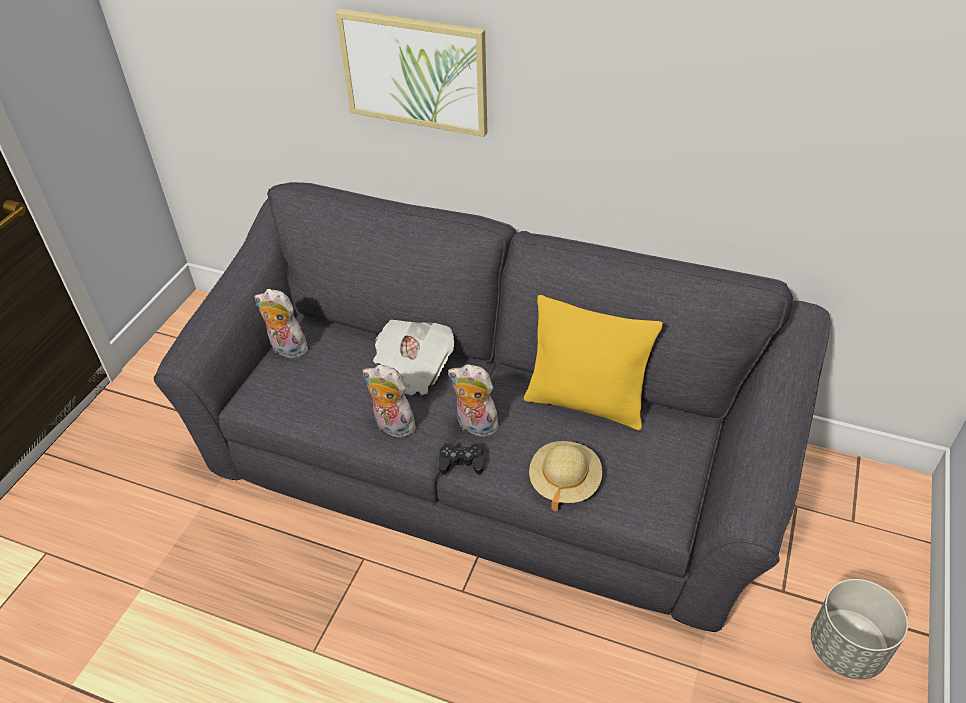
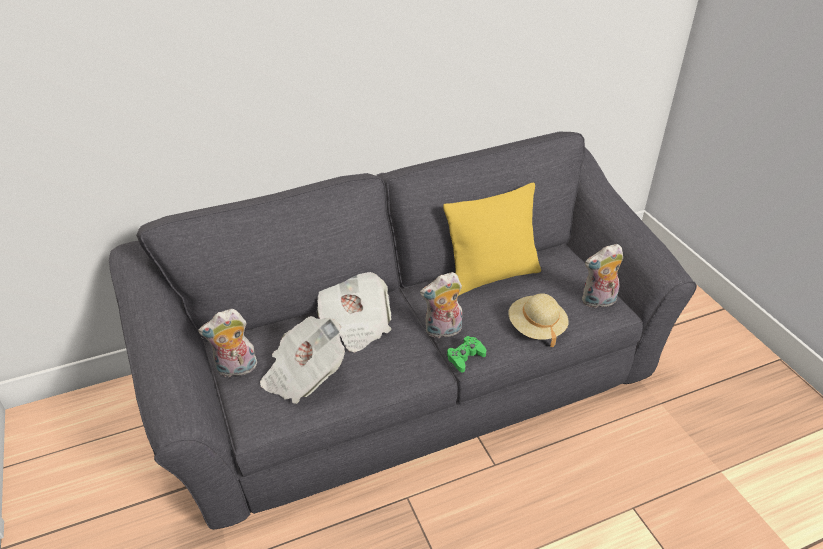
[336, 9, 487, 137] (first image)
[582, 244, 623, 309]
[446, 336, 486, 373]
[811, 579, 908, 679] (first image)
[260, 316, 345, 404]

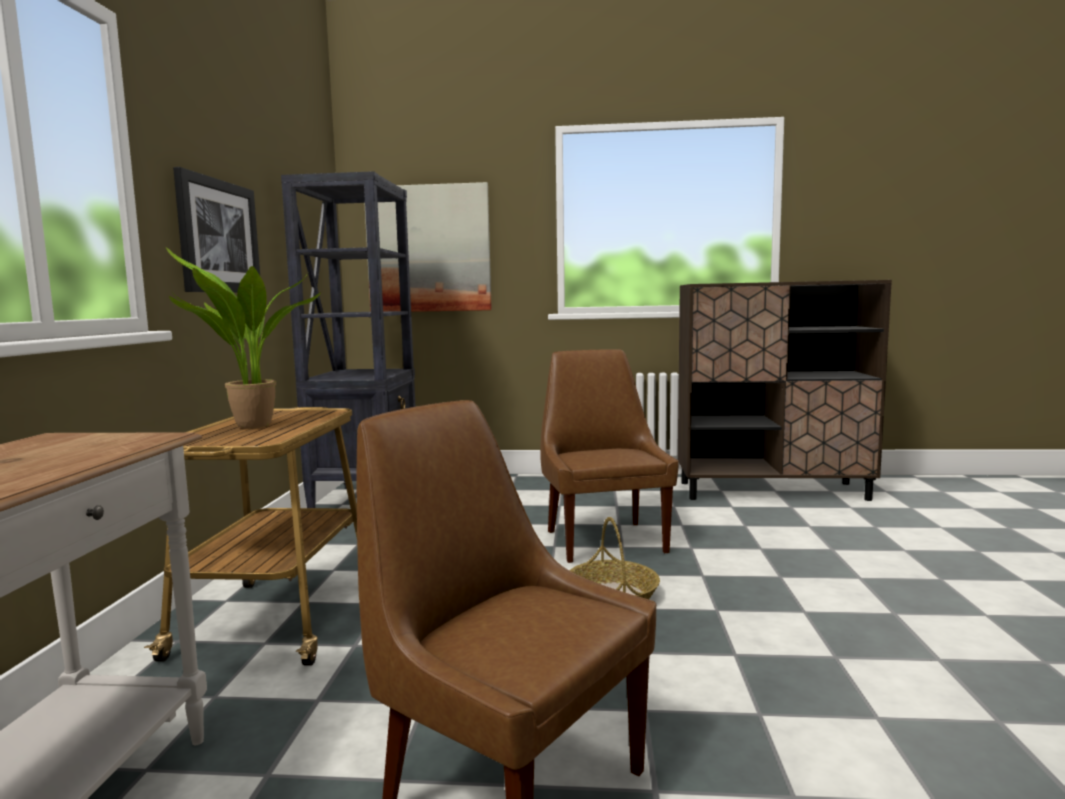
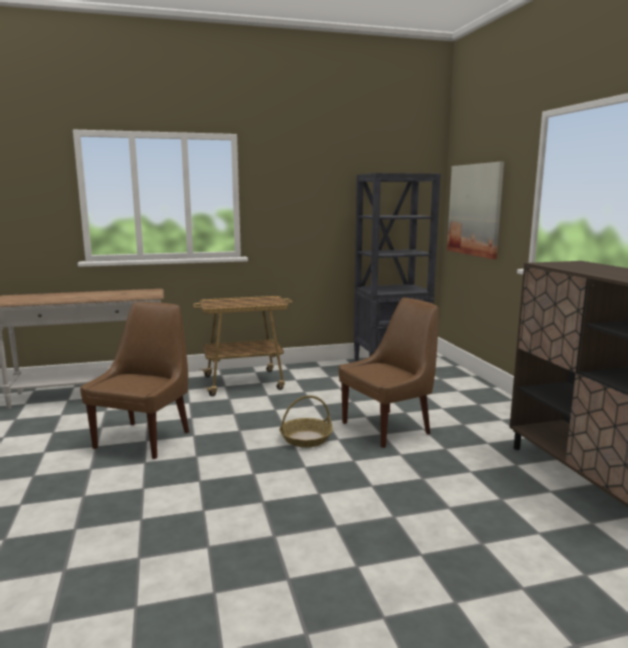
[173, 167, 260, 293] (first image)
[166, 247, 321, 428] (first image)

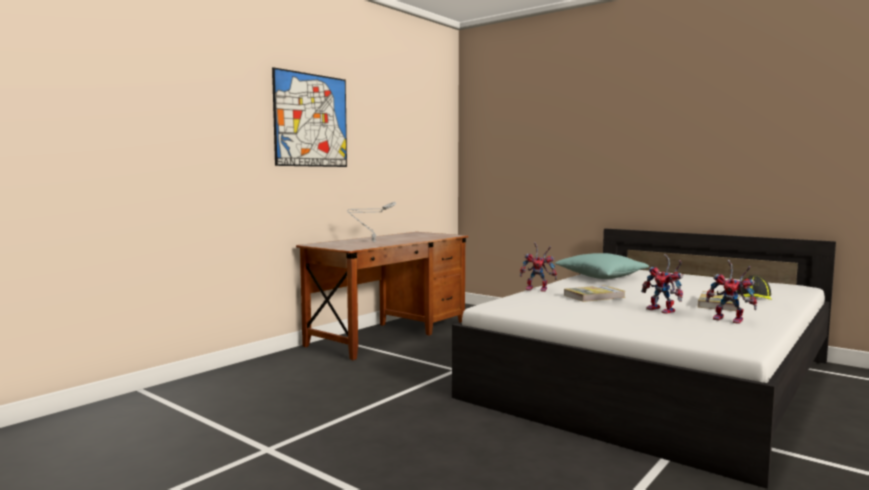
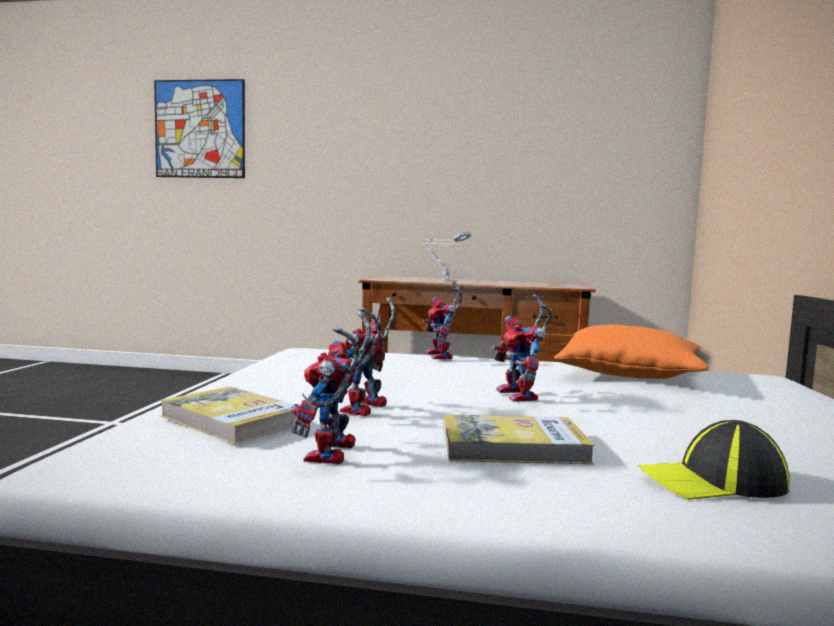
[154, 79, 245, 178]
[554, 324, 708, 379]
[161, 387, 298, 445]
[492, 294, 552, 402]

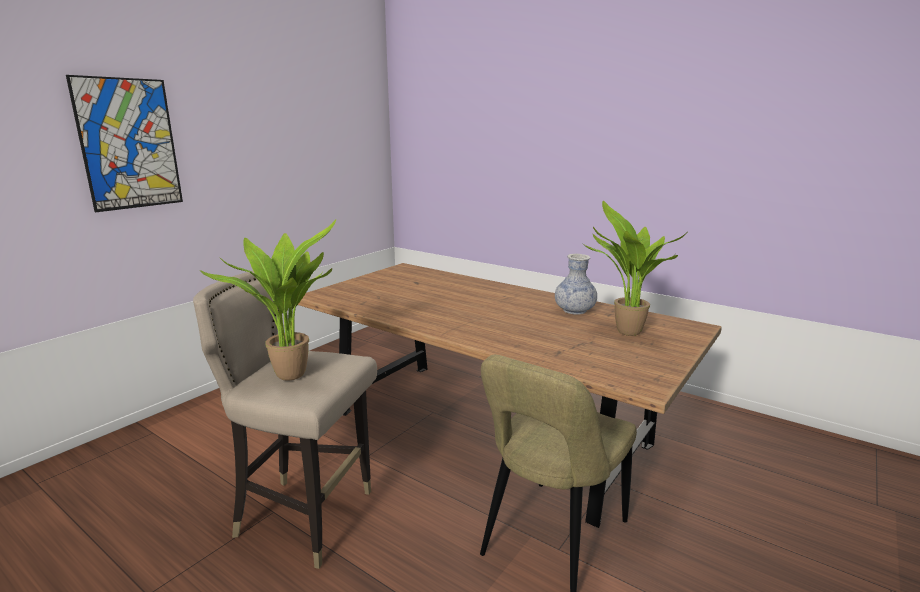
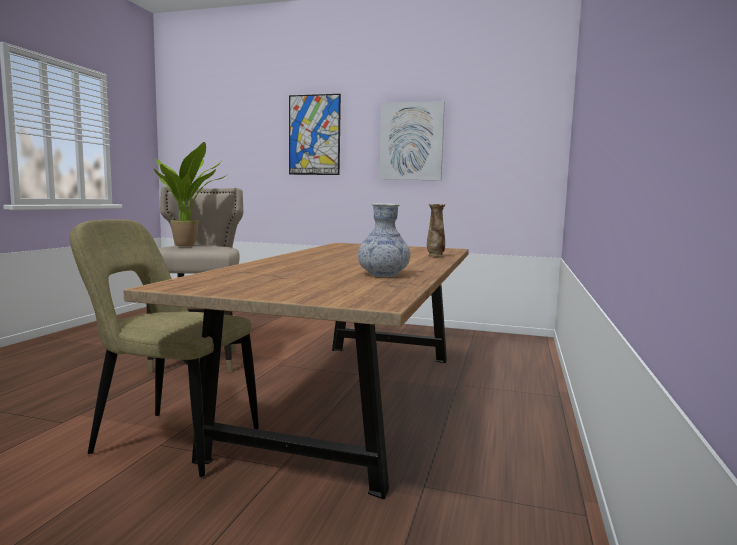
[581, 201, 687, 336] (first image)
[379, 101, 445, 180]
[427, 204, 446, 257]

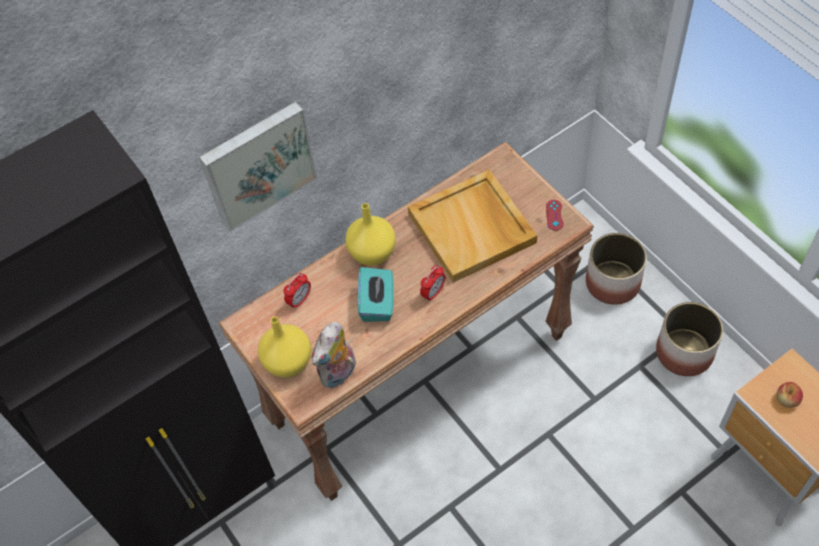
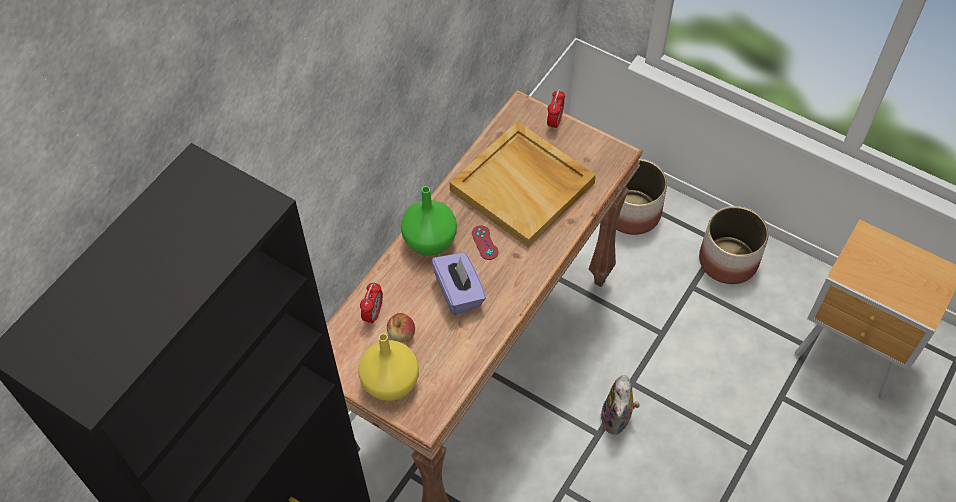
[199, 102, 318, 232] (first image)
[472, 225, 498, 260]
[401, 186, 457, 256]
[547, 89, 565, 130]
[431, 252, 486, 315]
[600, 375, 640, 435]
[387, 313, 415, 343]

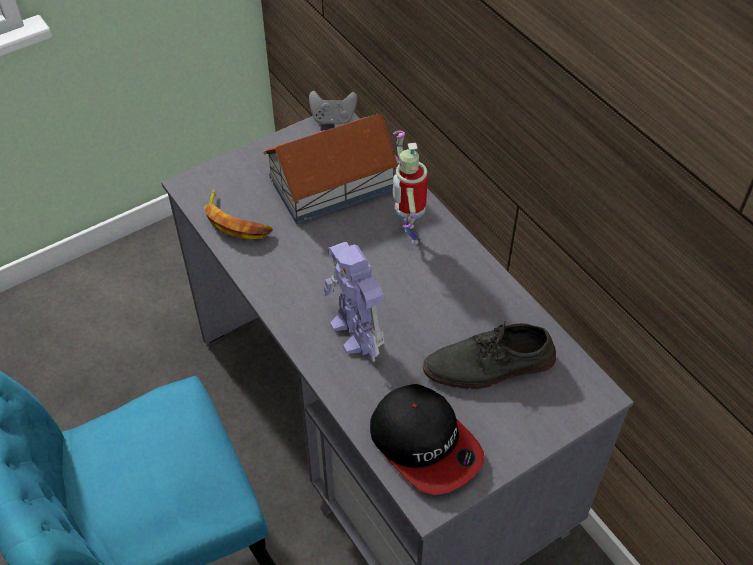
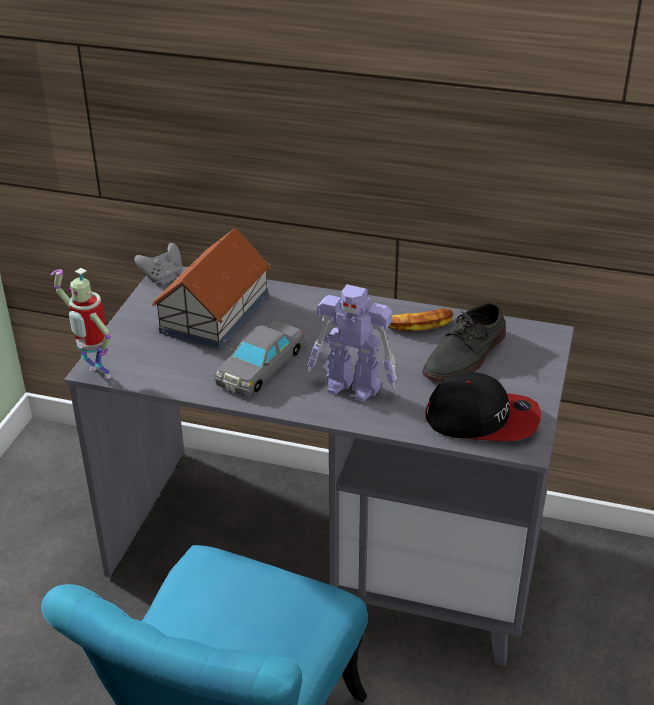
[51, 268, 111, 379]
[388, 308, 454, 331]
[214, 320, 306, 396]

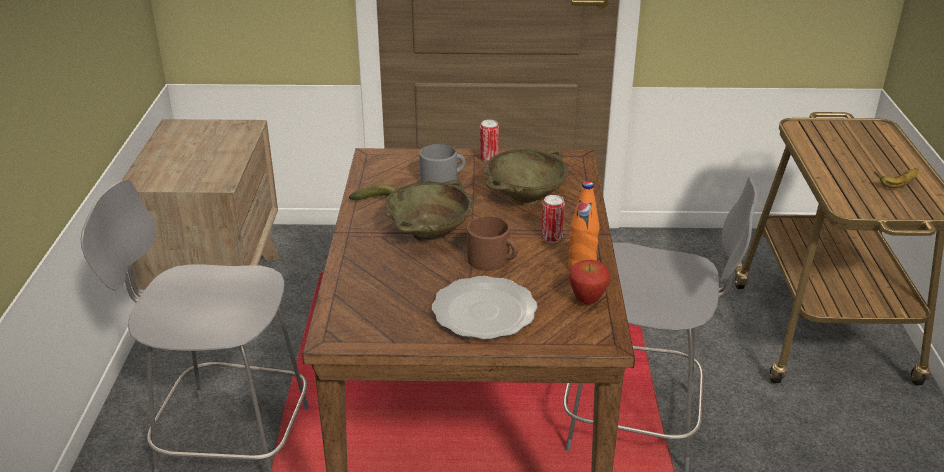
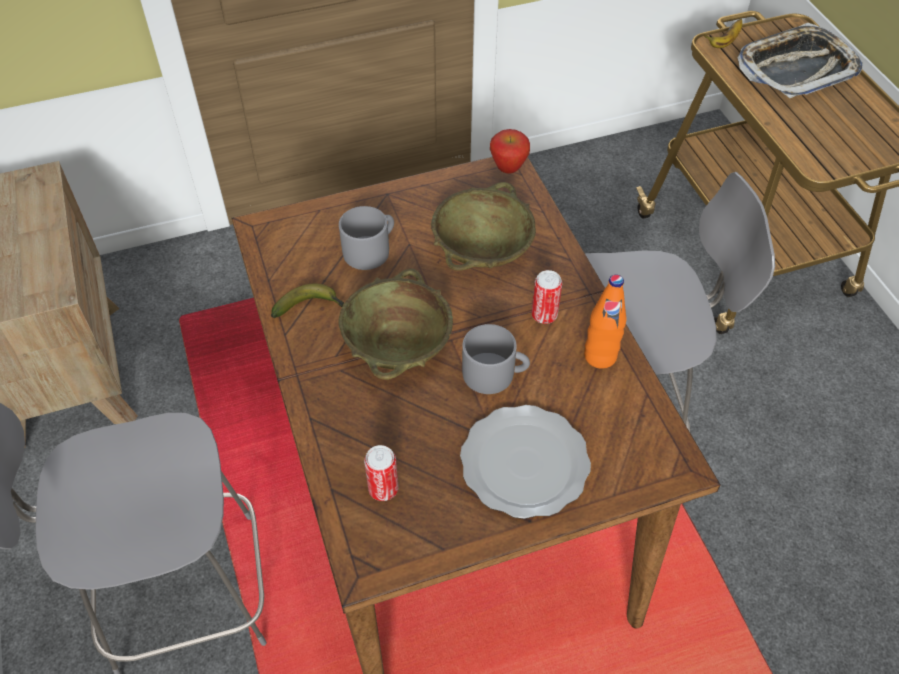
[364, 445, 398, 501]
[704, 19, 743, 48]
[462, 324, 530, 394]
[490, 129, 530, 174]
[737, 23, 863, 98]

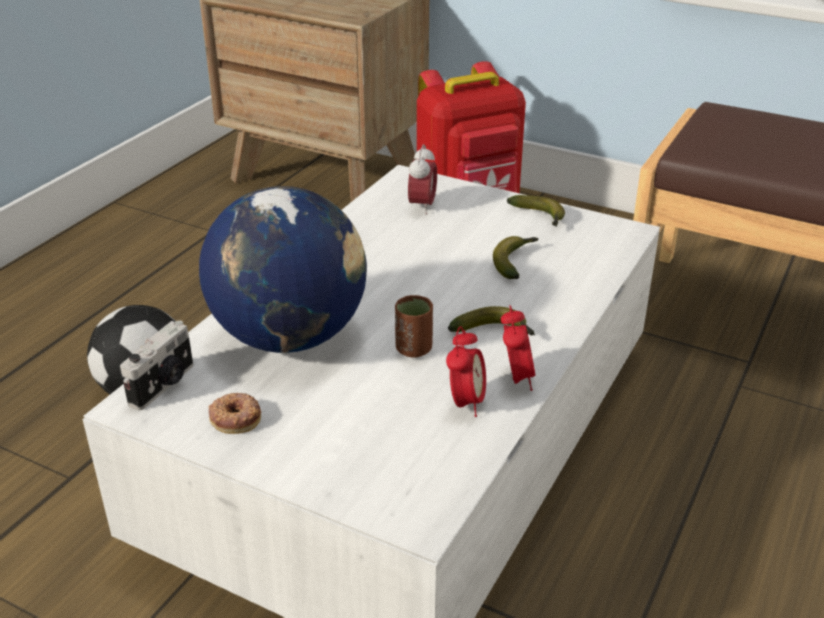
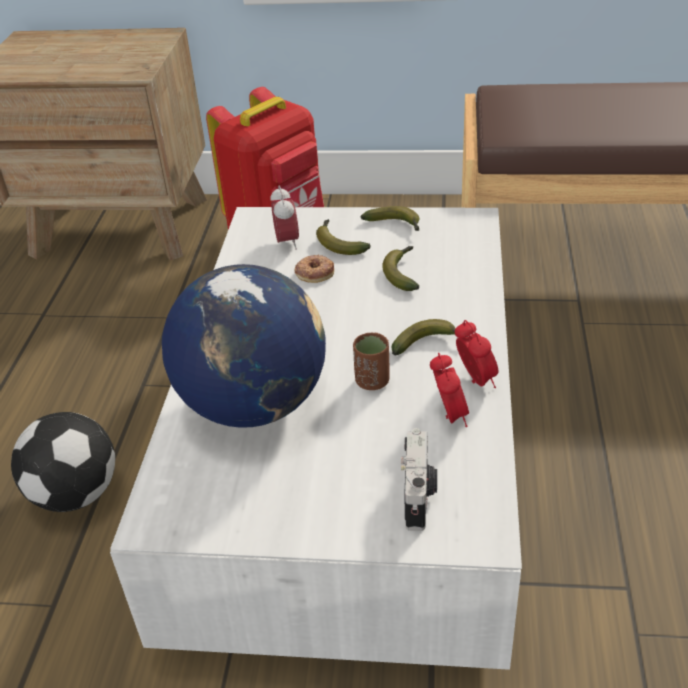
[401, 428, 437, 531]
[294, 254, 334, 283]
[316, 219, 371, 255]

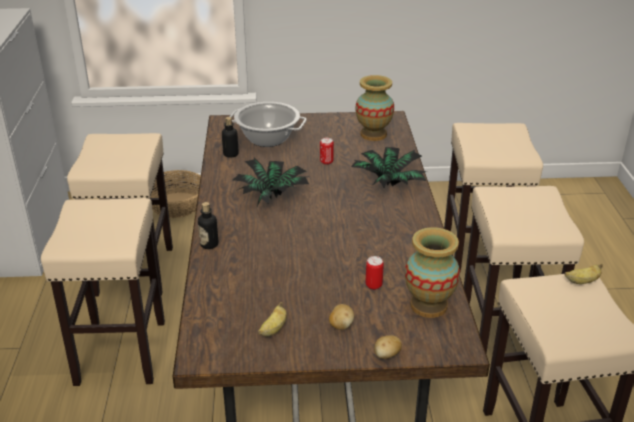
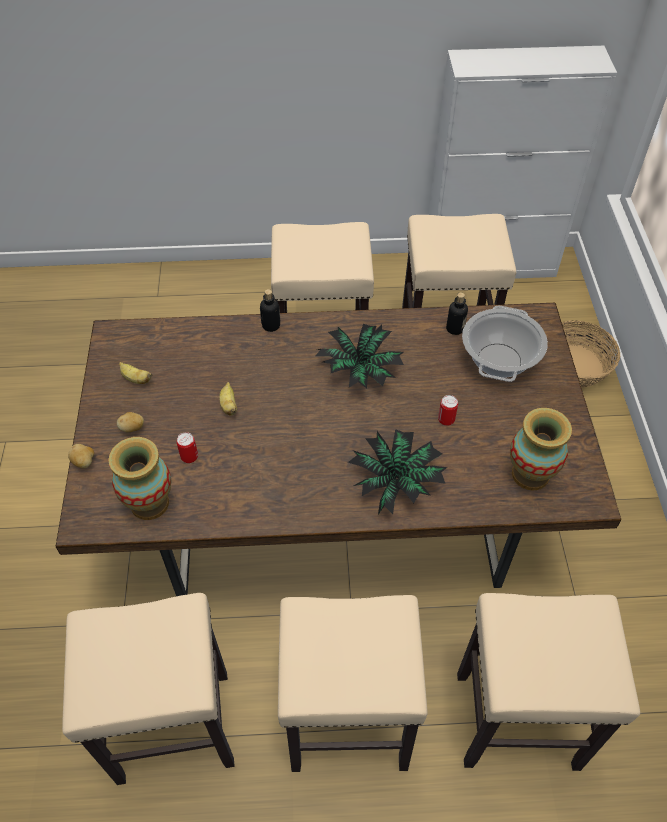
[219, 382, 237, 416]

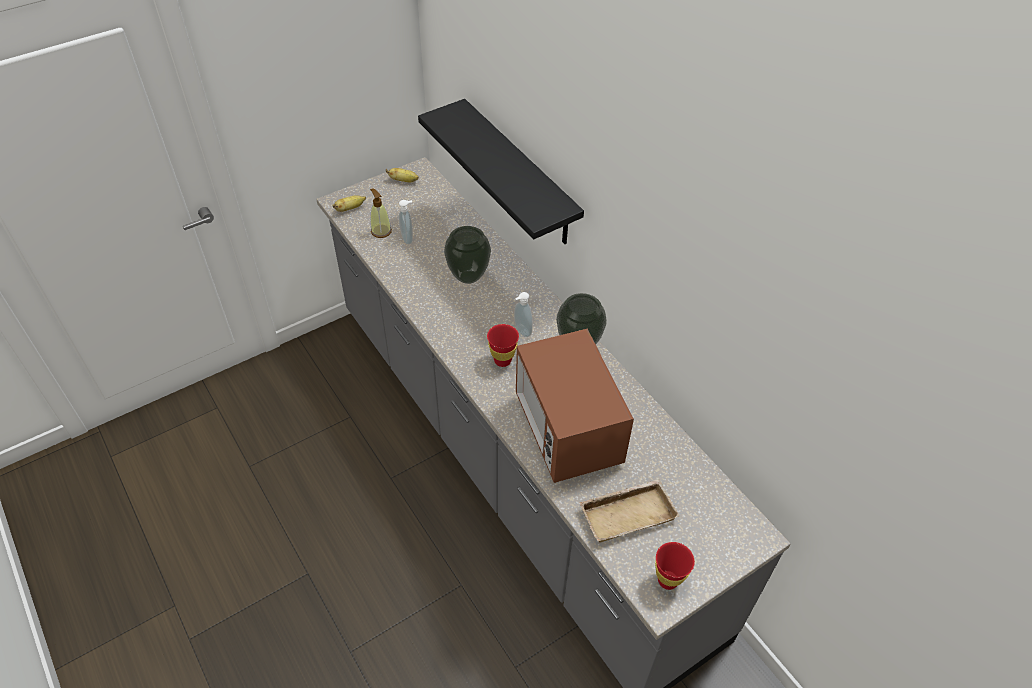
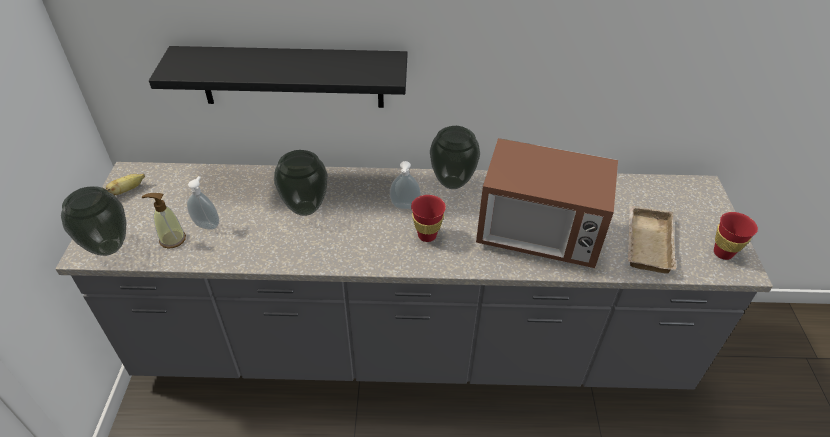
[61, 186, 126, 256]

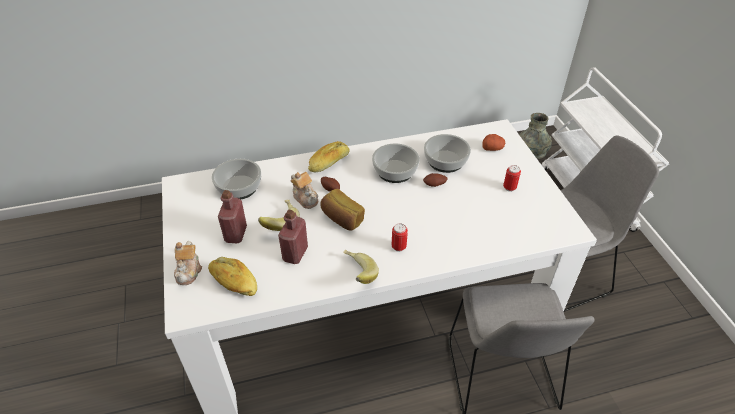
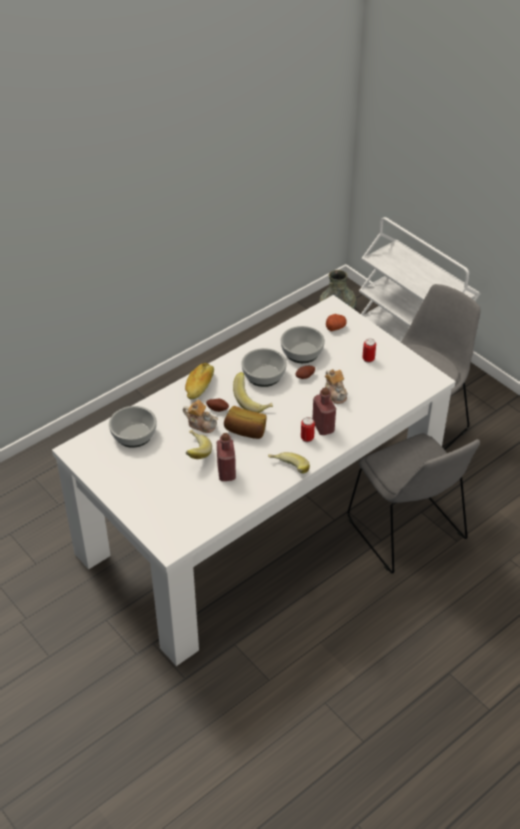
[312, 387, 336, 435]
[325, 369, 348, 404]
[208, 257, 257, 296] (first image)
[233, 372, 273, 413]

